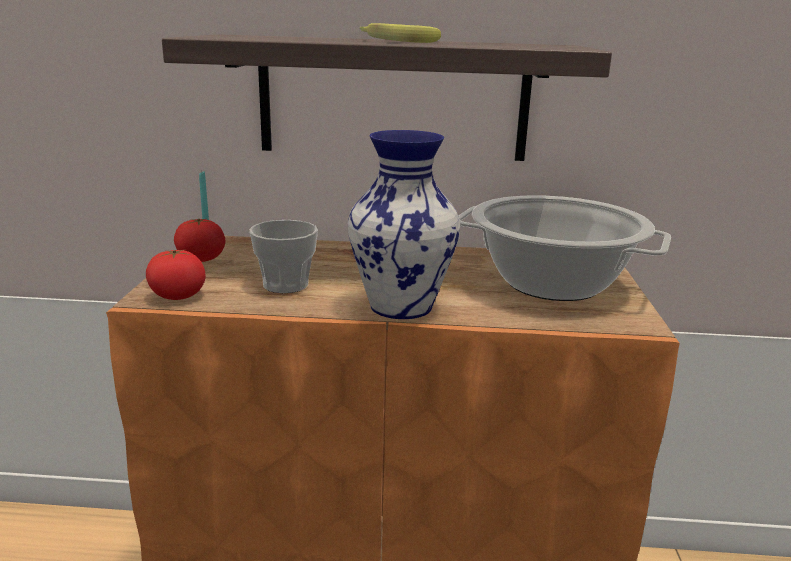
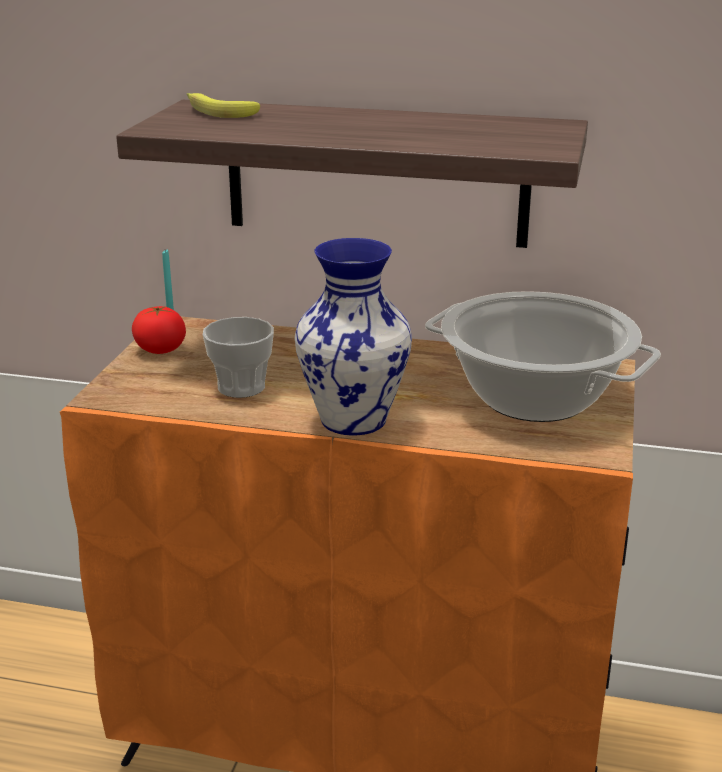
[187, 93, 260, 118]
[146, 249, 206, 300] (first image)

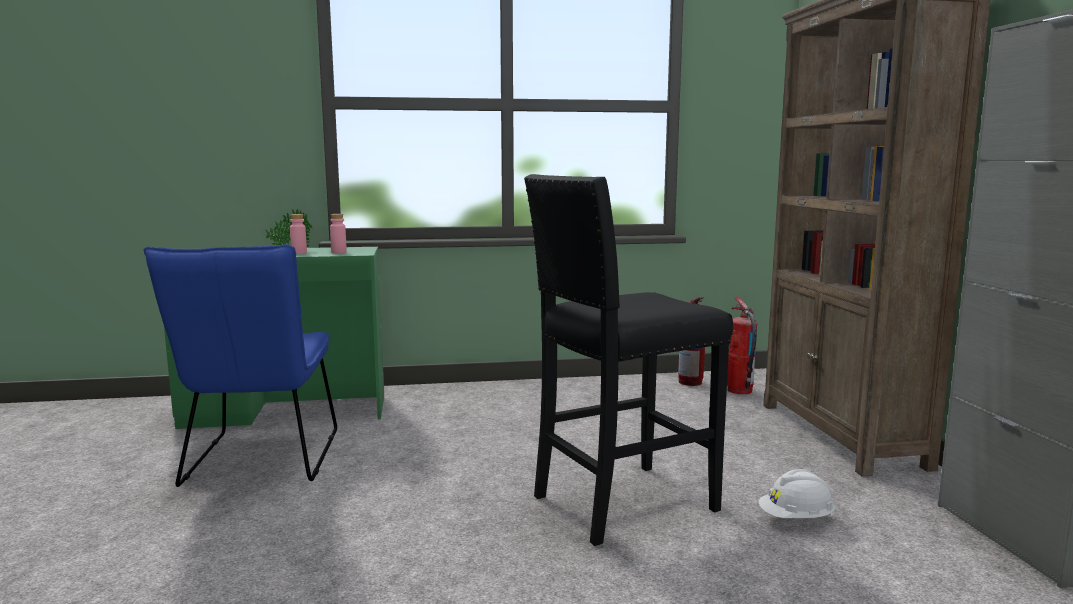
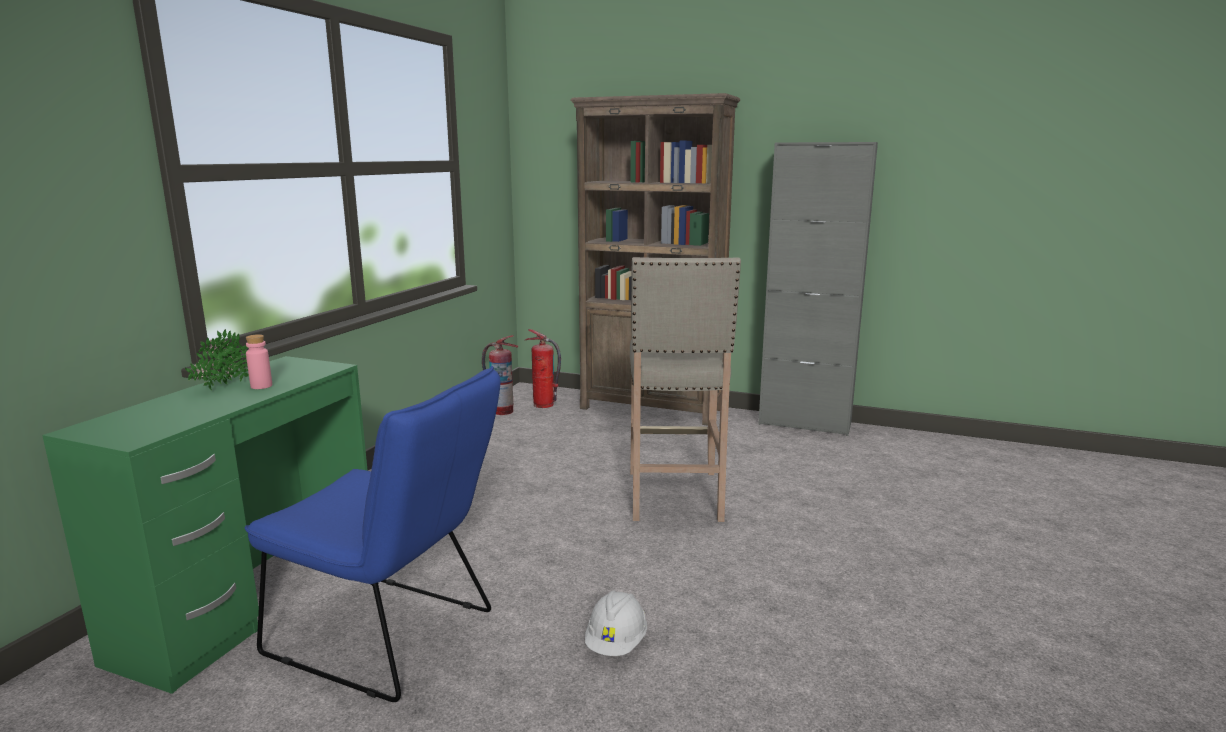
[630, 257, 741, 522]
[330, 214, 347, 253] (first image)
[585, 591, 647, 656]

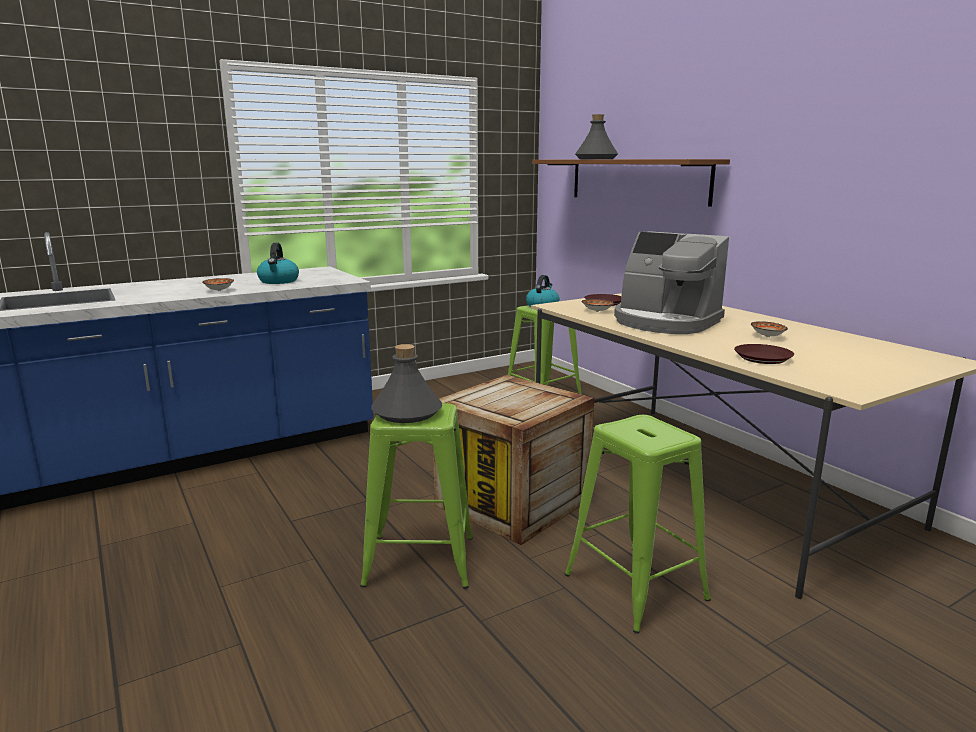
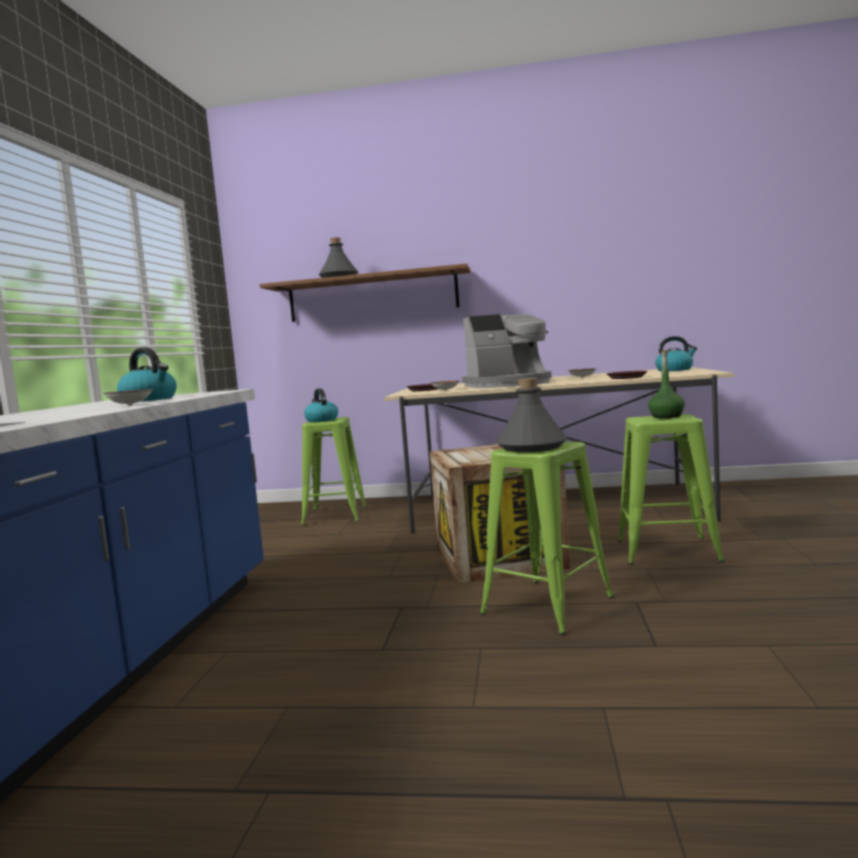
[655, 336, 697, 371]
[648, 350, 685, 418]

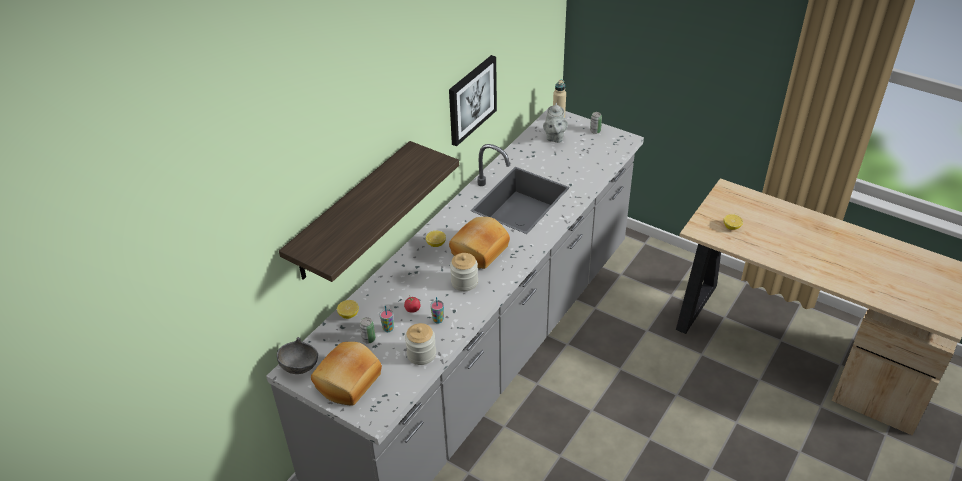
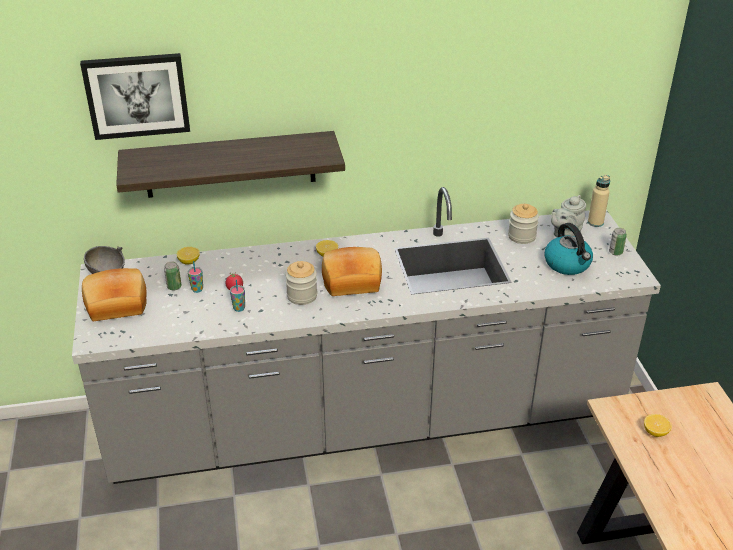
[80, 53, 190, 140]
[508, 204, 539, 244]
[544, 223, 593, 275]

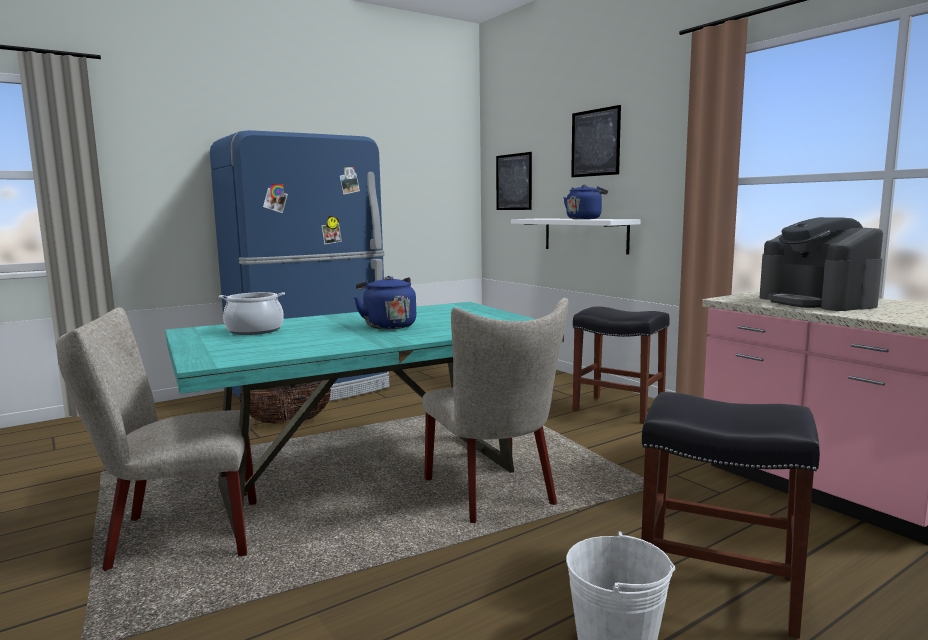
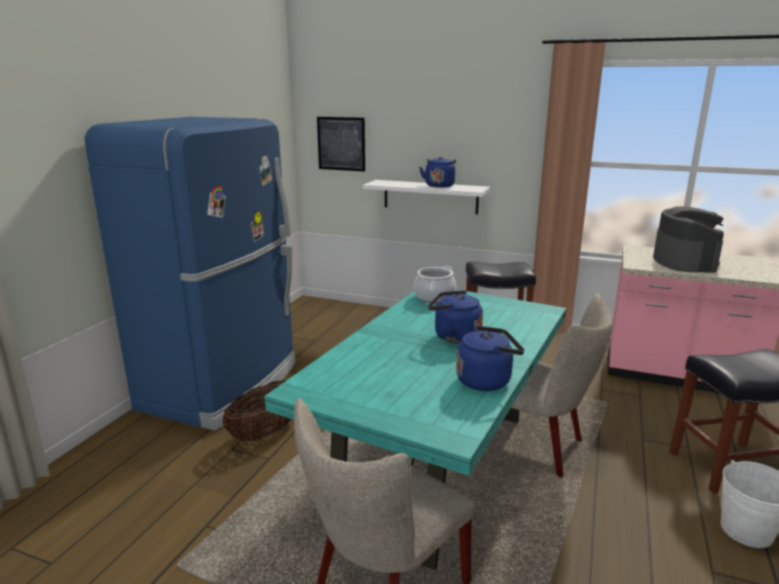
[571, 105, 621, 177] (first image)
[653, 206, 724, 273]
[414, 266, 456, 303]
[456, 326, 524, 391]

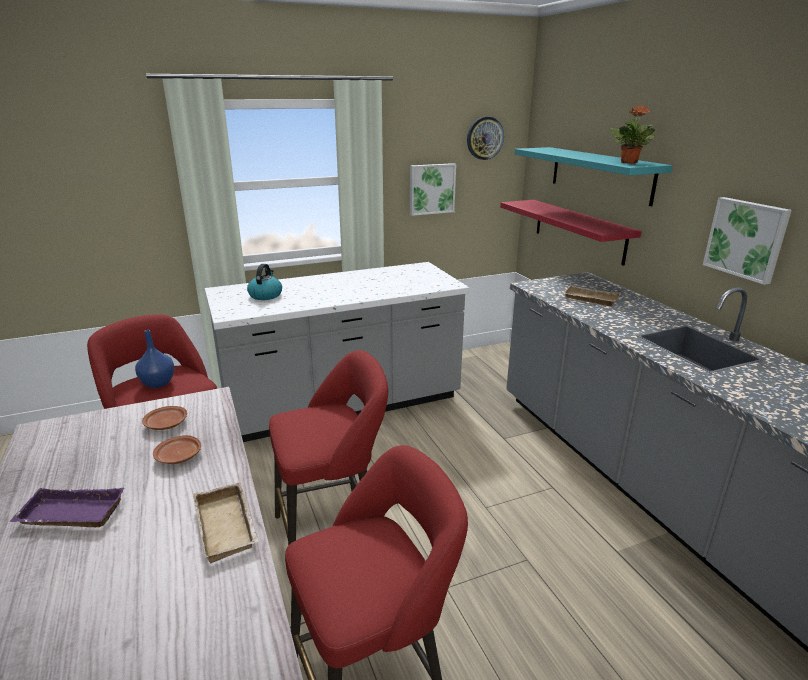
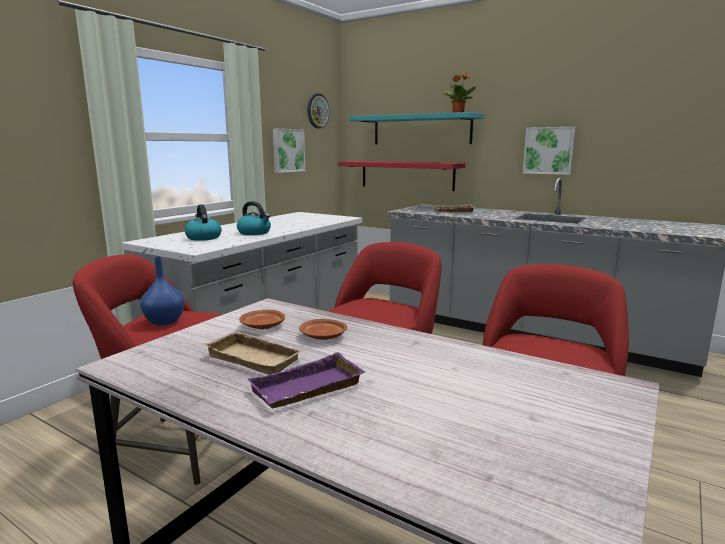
[203, 331, 304, 375]
[237, 201, 271, 235]

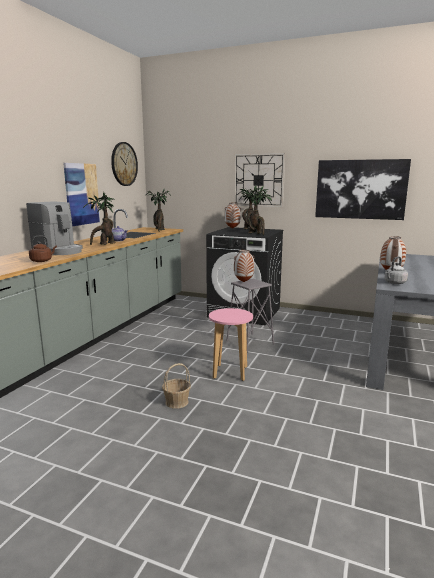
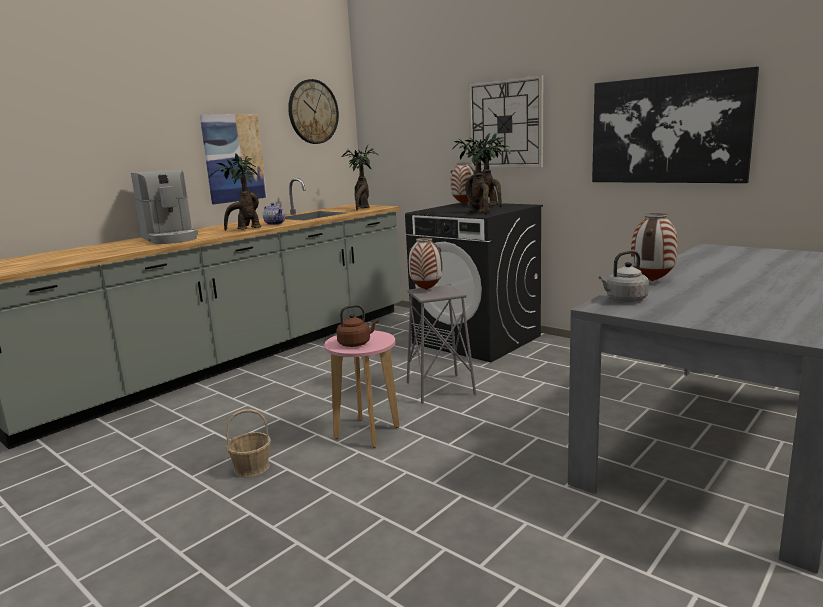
[336, 305, 378, 347]

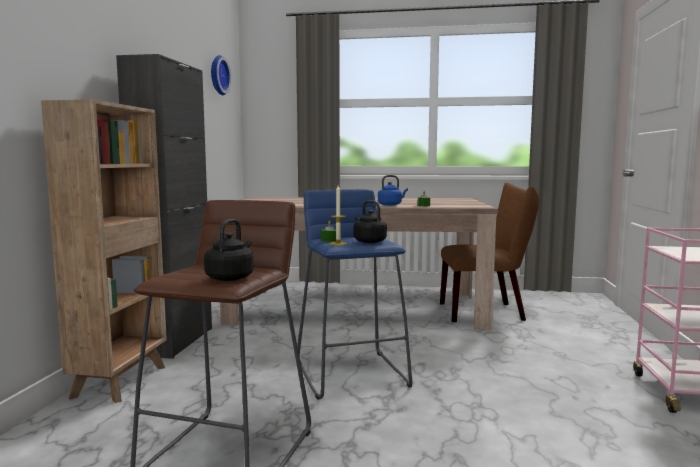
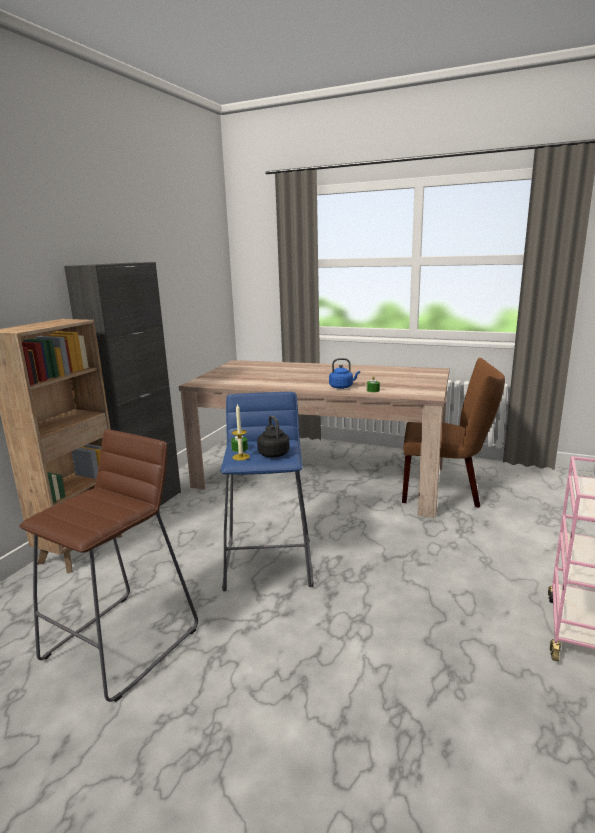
[211, 55, 231, 95] (first image)
[204, 219, 254, 281] (first image)

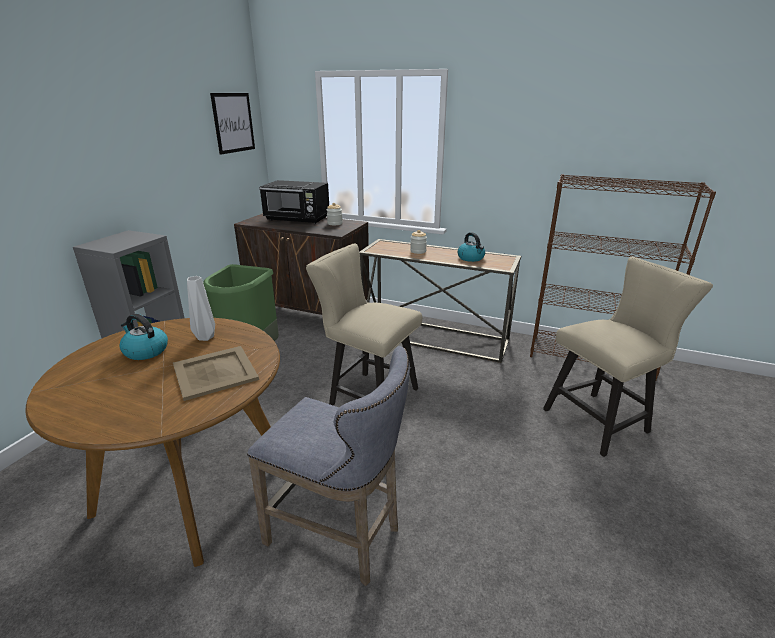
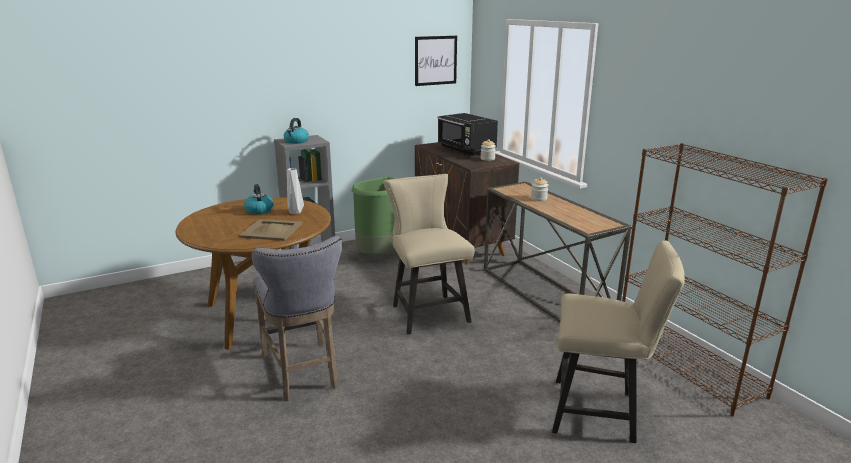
[284, 118, 309, 144]

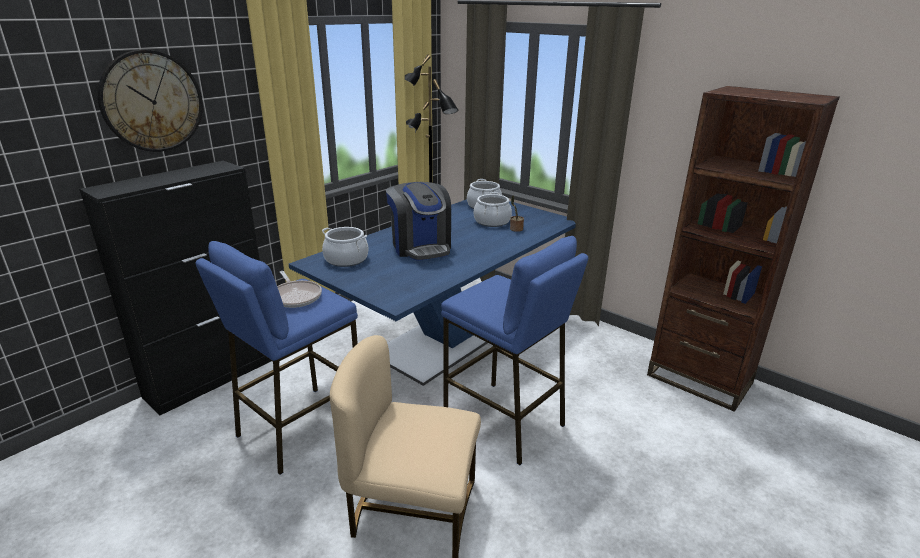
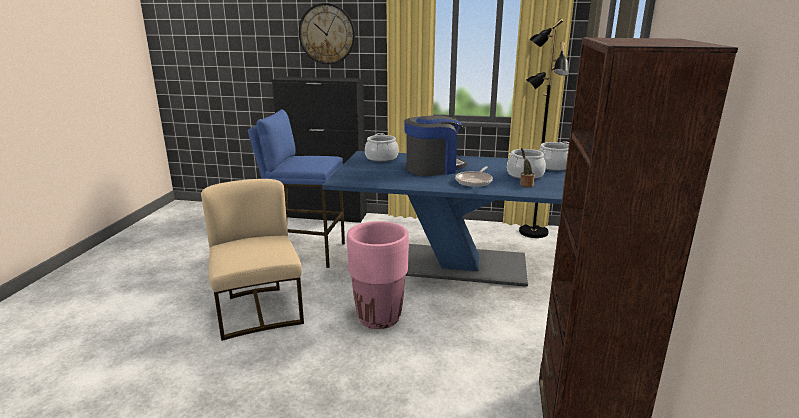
[404, 115, 467, 176]
[347, 221, 409, 329]
[455, 166, 493, 187]

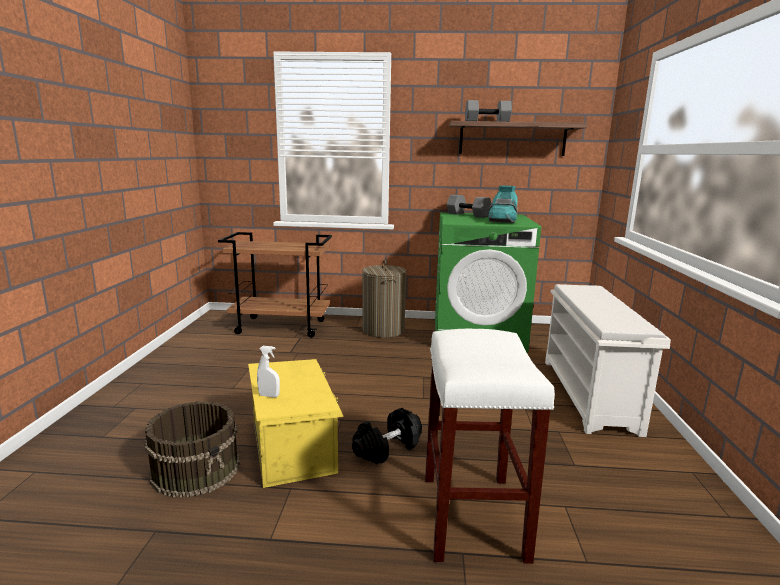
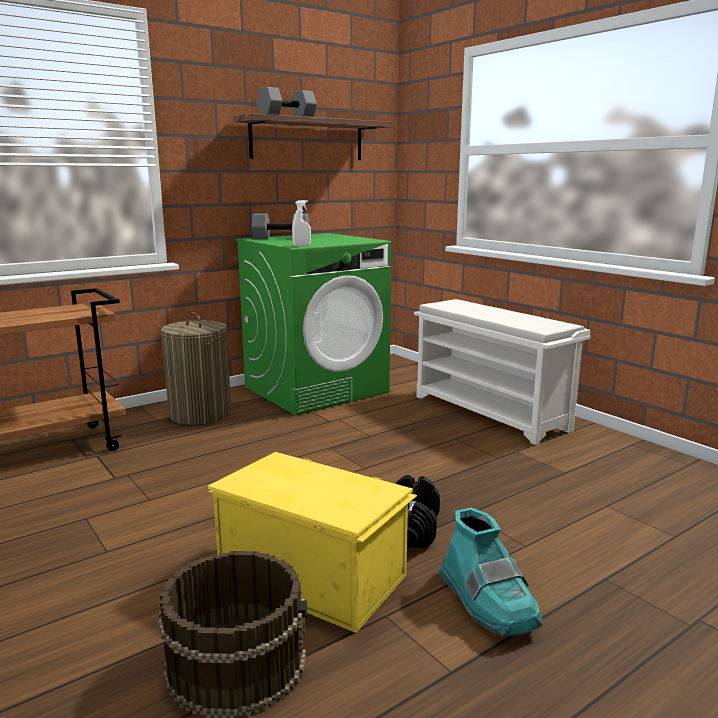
[439, 507, 543, 637]
[425, 329, 555, 564] (first image)
[292, 200, 311, 247]

